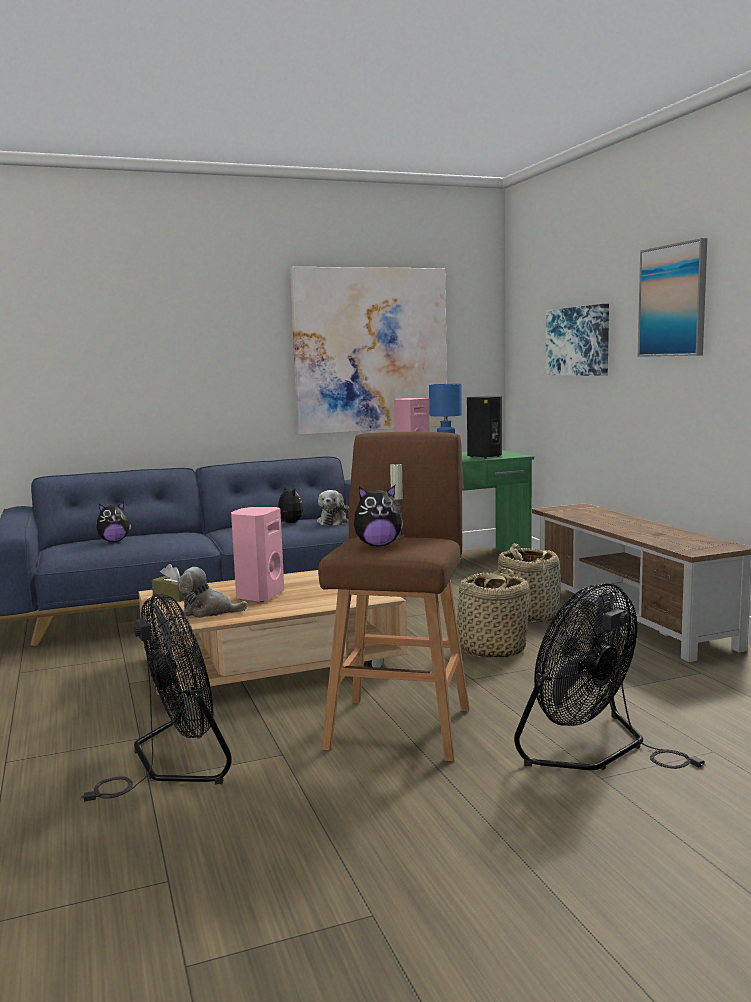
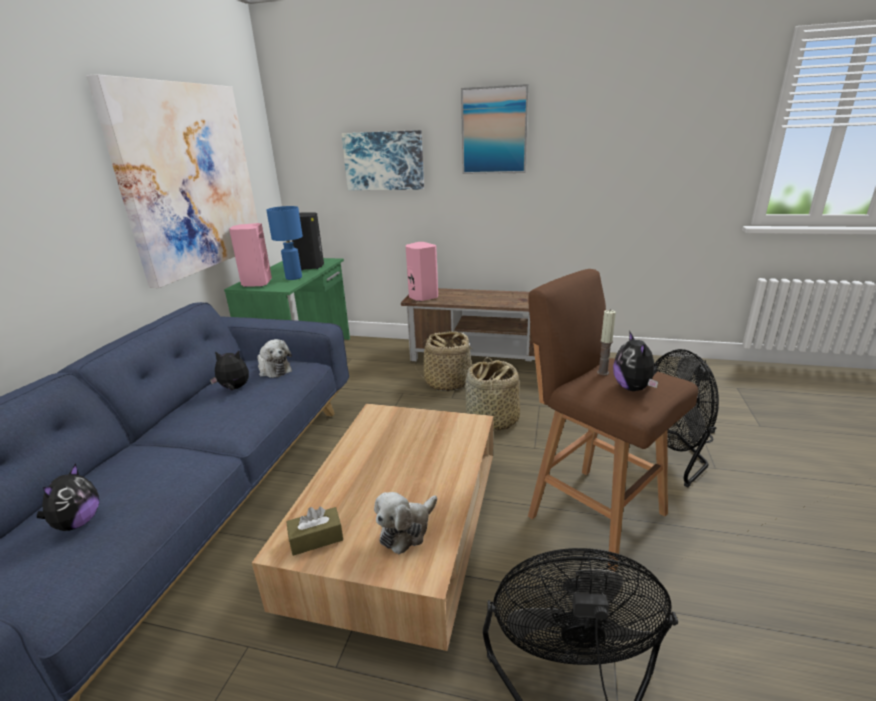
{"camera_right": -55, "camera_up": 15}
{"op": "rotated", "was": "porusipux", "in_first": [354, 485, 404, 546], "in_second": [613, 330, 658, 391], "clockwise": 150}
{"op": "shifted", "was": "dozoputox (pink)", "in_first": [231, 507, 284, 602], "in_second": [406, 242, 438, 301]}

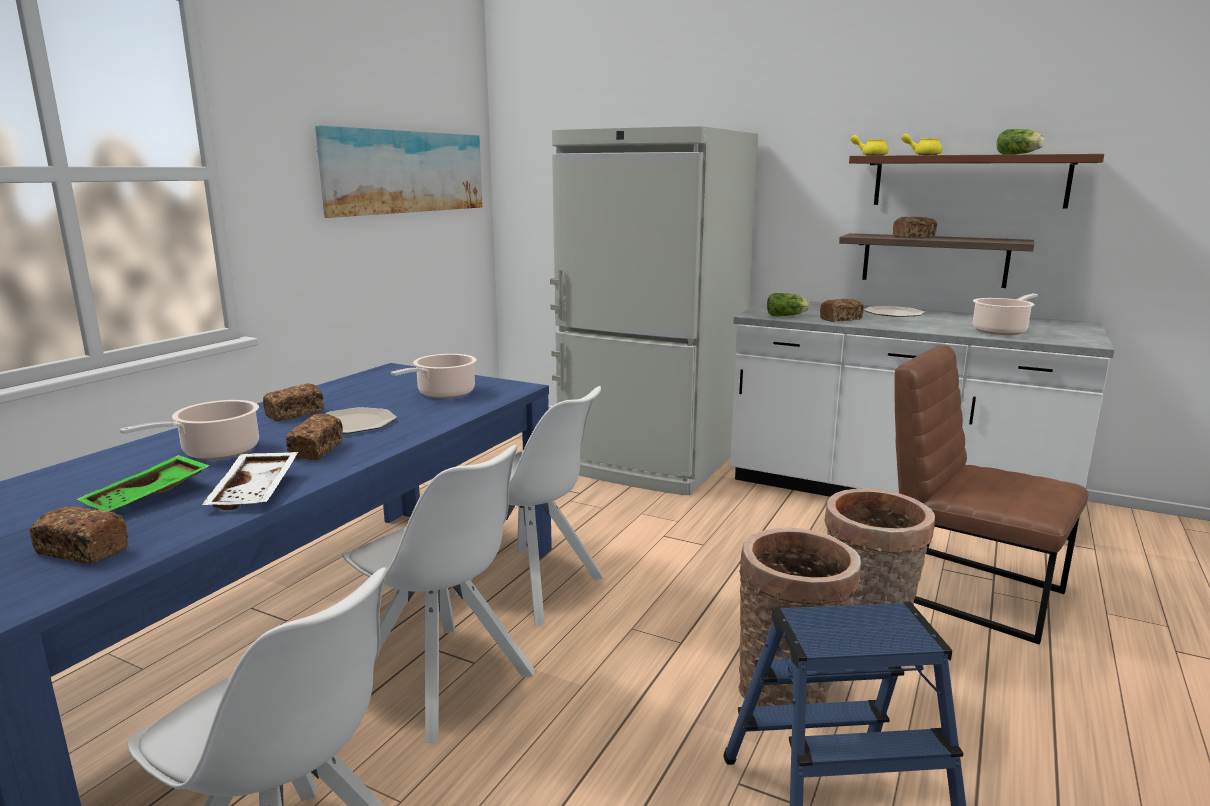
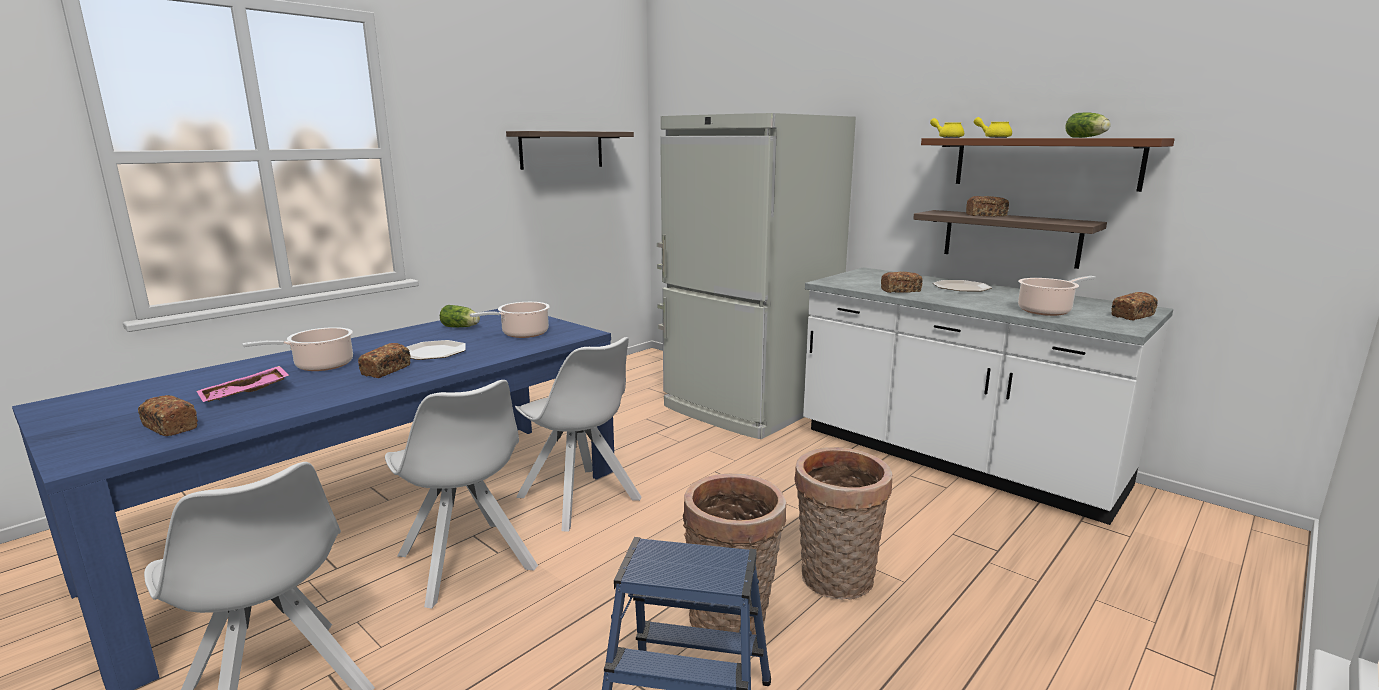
{"camera_right": 15, "camera_up": 0}
{"op": "swapped", "was": "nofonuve", "now": "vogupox", "in_first": [315, 125, 482, 218], "in_second": [506, 131, 634, 170]}
{"op": "shifted", "was": "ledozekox", "in_first": [767, 293, 809, 316], "in_second": [440, 305, 480, 327]}
{"op": "gone", "was": "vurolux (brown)", "in_first": [895, 345, 1089, 644]}
{"op": "shifted", "was": "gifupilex", "in_first": [263, 383, 324, 422], "in_second": [1111, 292, 1158, 321]}
{"op": "gone", "was": "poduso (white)", "in_first": [202, 452, 298, 510]}
{"op": "repainted", "was": "poduso (green)", "now": "poduso (pink)", "in_first": [76, 455, 210, 512], "in_second": [196, 366, 289, 402]}

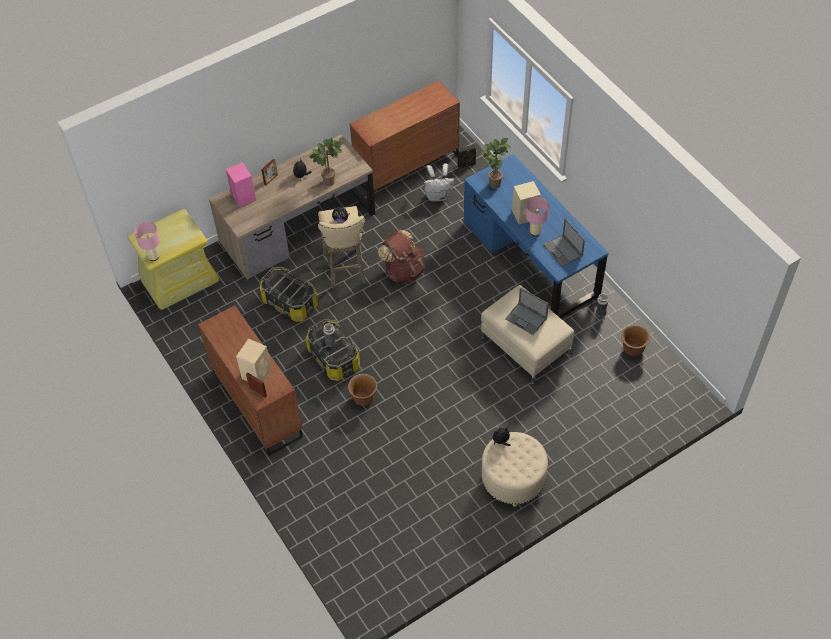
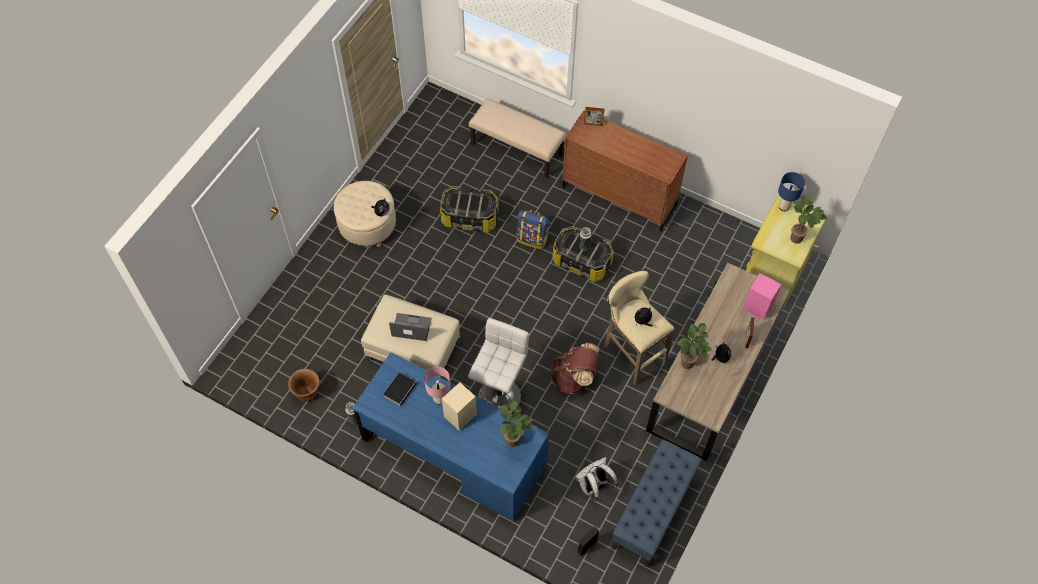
{"camera_right": 150, "camera_up": 5}
{"op": "swapped", "was": "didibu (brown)", "now": "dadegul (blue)", "in_first": [350, 81, 460, 190], "in_second": [611, 439, 702, 567]}
{"op": "swapped", "was": "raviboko", "now": "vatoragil", "in_first": [543, 218, 585, 267], "in_second": [383, 372, 418, 406]}
{"op": "repainted", "was": "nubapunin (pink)", "now": "nubapunin (blue)", "in_first": [134, 222, 160, 261], "in_second": [778, 172, 805, 211]}
{"op": "shifted", "was": "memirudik", "in_first": [260, 267, 318, 322], "in_second": [440, 186, 499, 232]}
{"op": "gone", "was": "dozoputox (beige)", "in_first": [236, 339, 271, 381]}
{"op": "swapped", "was": "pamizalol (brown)", "now": "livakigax", "in_first": [348, 374, 377, 406], "in_second": [517, 210, 548, 249]}
{"op": "new", "now": "dadegul (beige)", "in_second": [469, 98, 566, 178]}
{"op": "new", "now": "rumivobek", "in_second": [790, 194, 827, 244]}
{"op": "new", "now": "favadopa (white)", "in_second": [468, 318, 529, 413]}

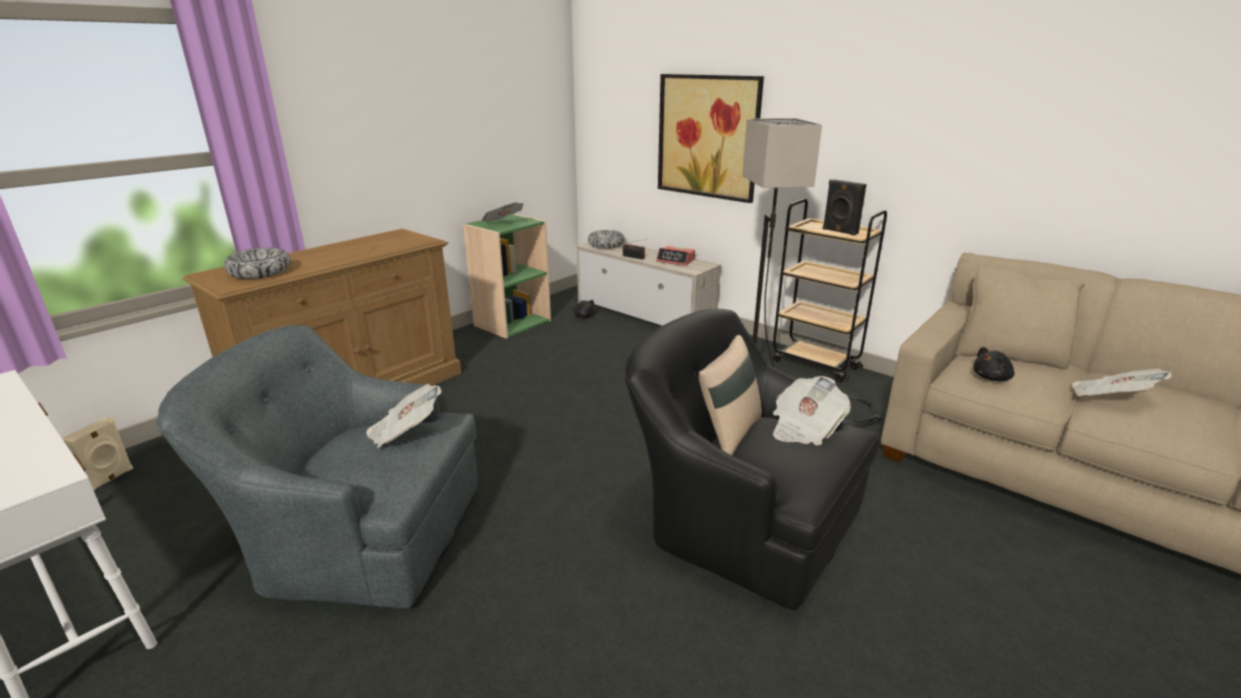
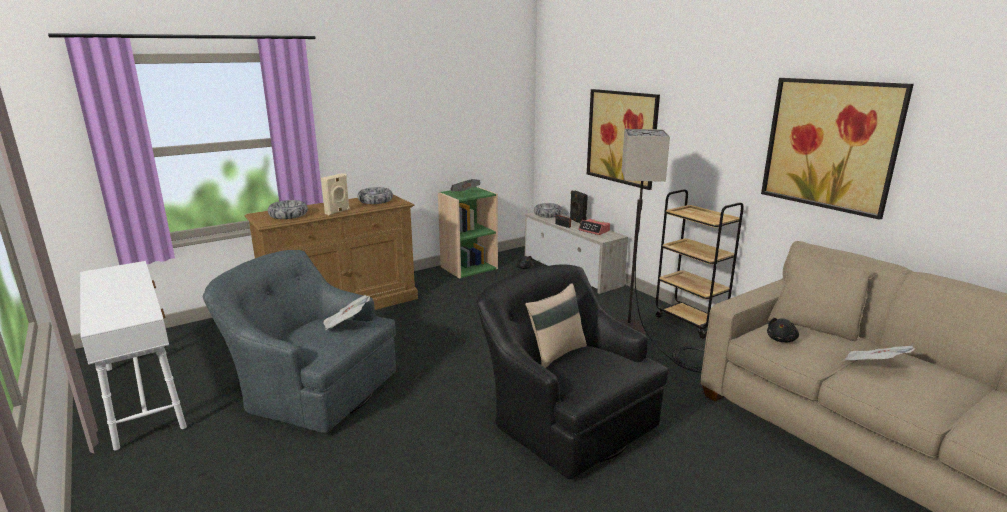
{"camera_right": 15, "camera_up": -5}
{"op": "shifted", "was": "dozoputox (black)", "in_first": [823, 179, 866, 236], "in_second": [570, 190, 588, 223]}
{"op": "rotated", "was": "porusipux (black)", "in_first": [973, 347, 1014, 381], "in_second": [767, 318, 799, 342], "clockwise": -45}
{"op": "gone", "was": "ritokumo", "in_first": [773, 376, 851, 446]}
{"op": "shifted", "was": "dozoputox (beige)", "in_first": [62, 417, 133, 491], "in_second": [321, 173, 350, 215]}
{"op": "new", "now": "nofonuve", "in_second": [761, 78, 914, 220]}
{"op": "new", "now": "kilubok", "in_second": [358, 187, 393, 204]}

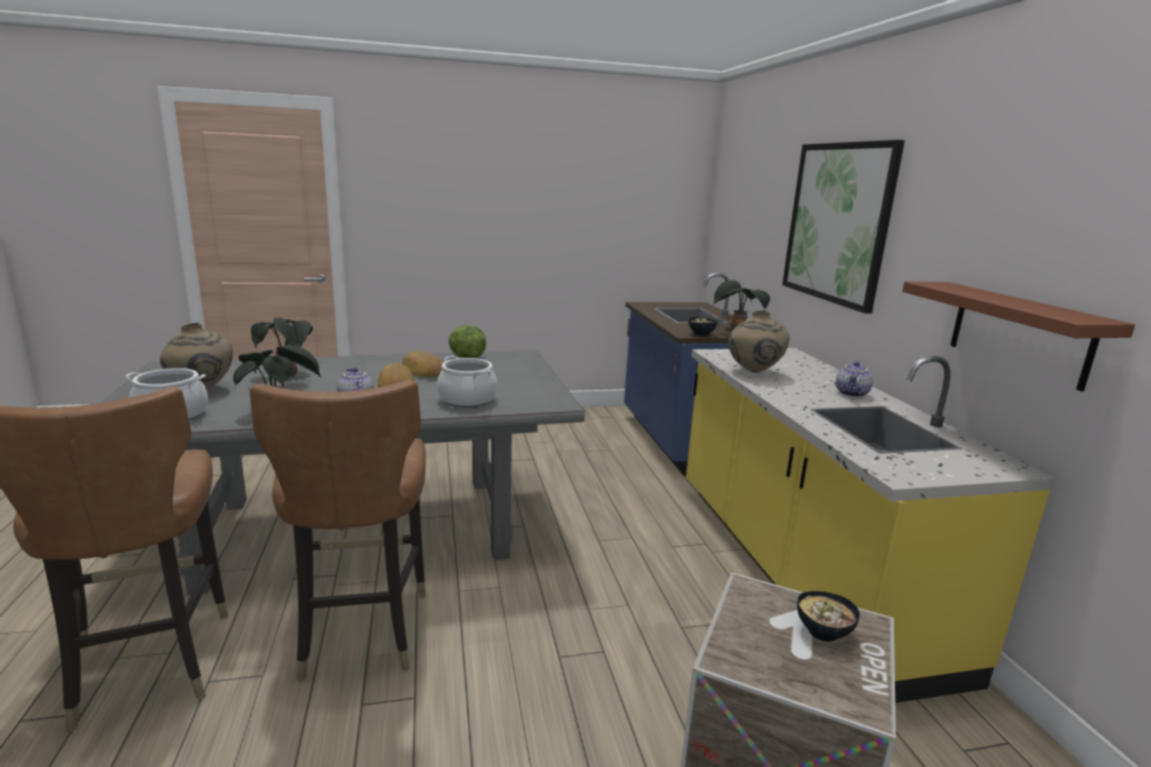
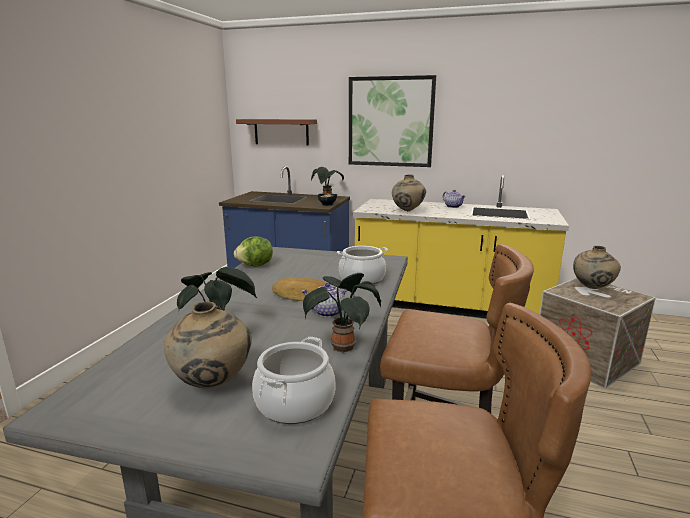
{"camera_right": -60, "camera_up": 0}
{"op": "shifted", "was": "vogupox (brown)", "in_first": [902, 282, 1135, 391], "in_second": [236, 119, 317, 145]}
{"op": "gone", "was": "gifupilex", "in_first": [402, 351, 444, 377]}
{"op": "swapped", "was": "kilubok", "now": "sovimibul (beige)", "in_first": [797, 591, 860, 642], "in_second": [573, 246, 621, 289]}

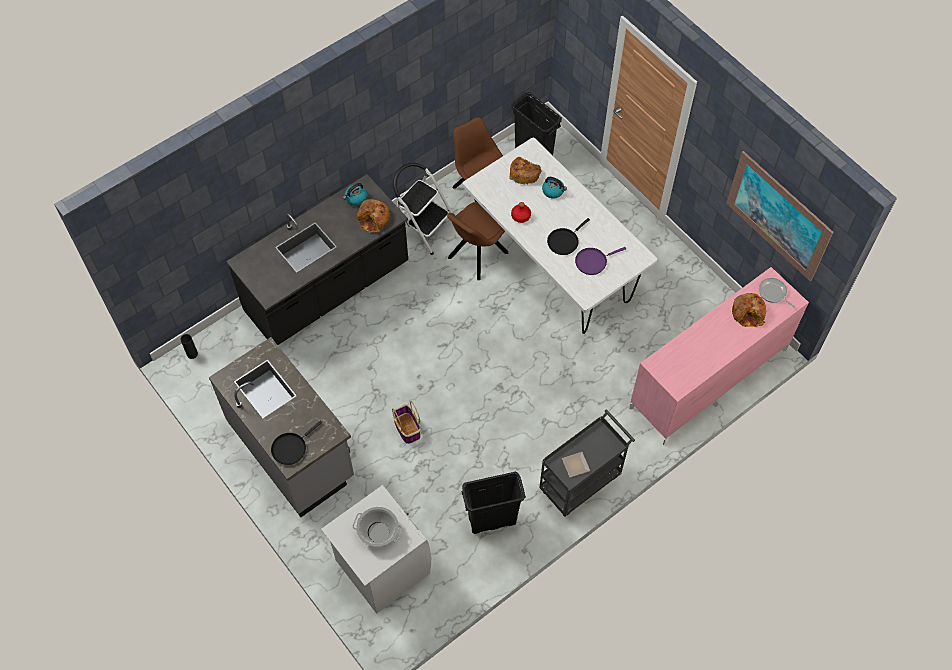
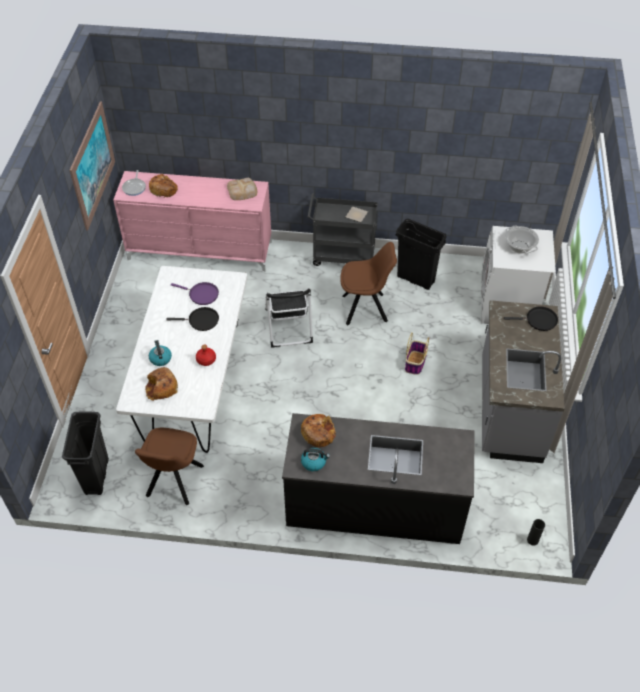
{"camera_right": -135, "camera_up": -10}
{"op": "shifted", "was": "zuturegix", "in_first": [393, 163, 452, 255], "in_second": [265, 288, 313, 348]}
{"op": "shifted", "was": "vurolux (brown)", "in_first": [447, 202, 508, 280], "in_second": [340, 242, 397, 325]}
{"op": "new", "now": "gifupilex", "in_second": [227, 178, 257, 200]}

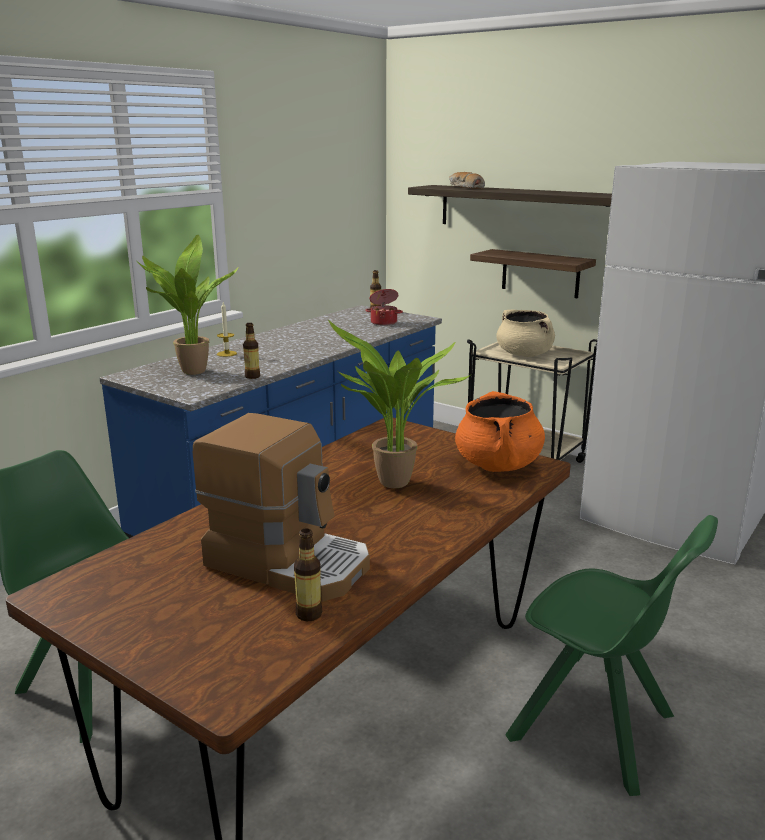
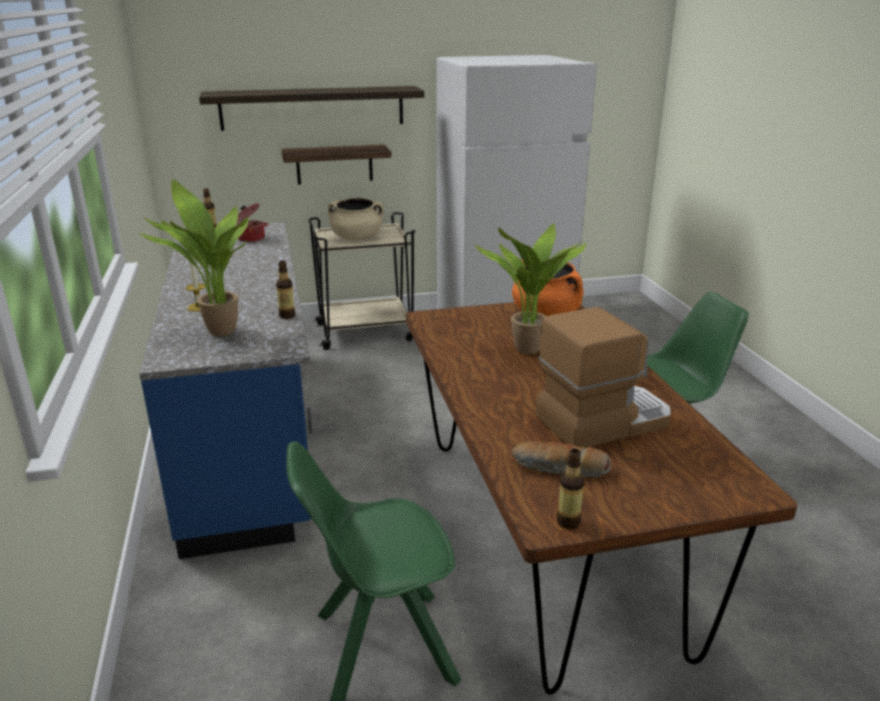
{"camera_right": -50, "camera_up": 5}
{"op": "shifted", "was": "gifupilex", "in_first": [449, 172, 485, 189], "in_second": [512, 441, 611, 478]}
{"op": "shifted", "was": "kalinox", "in_first": [294, 528, 322, 621], "in_second": [557, 449, 584, 529]}

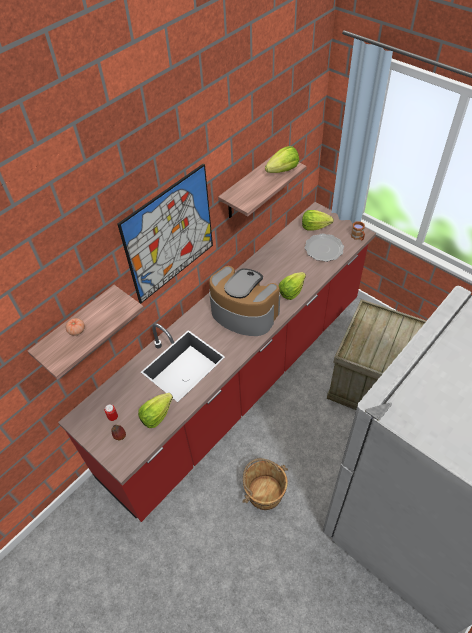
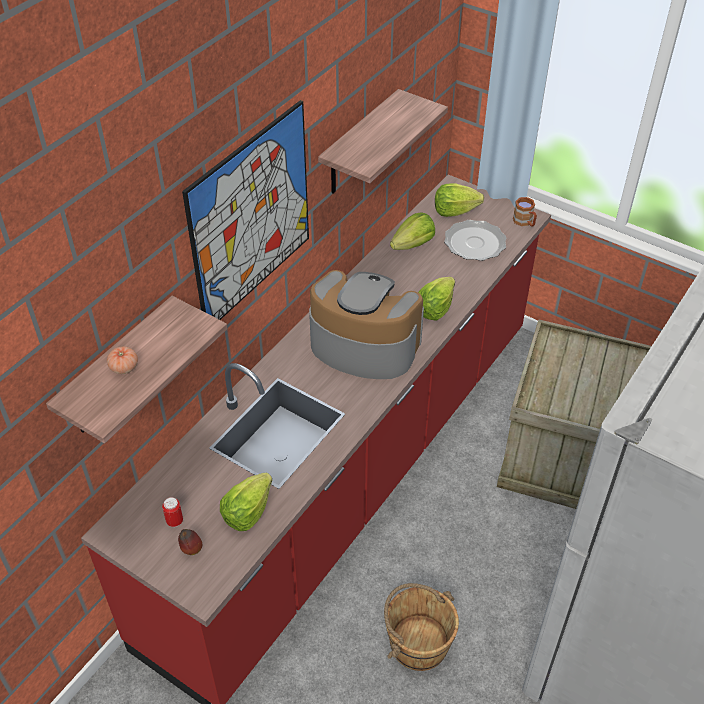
{"camera_right": -10, "camera_up": -5}
{"op": "shifted", "was": "ledozekox", "in_first": [265, 146, 299, 173], "in_second": [390, 212, 435, 250]}

